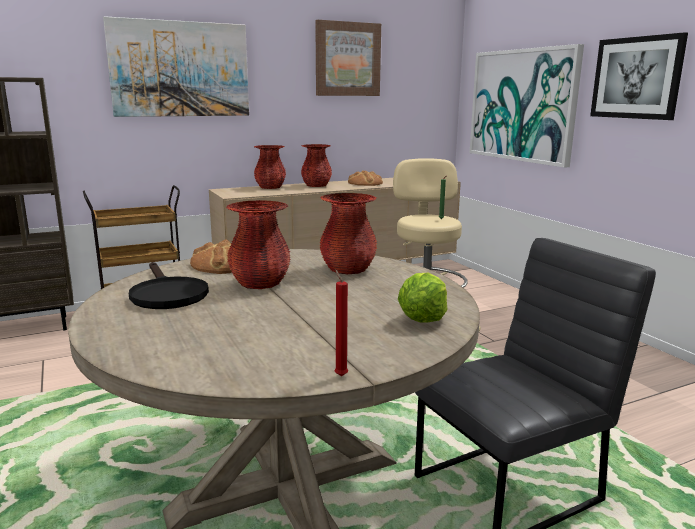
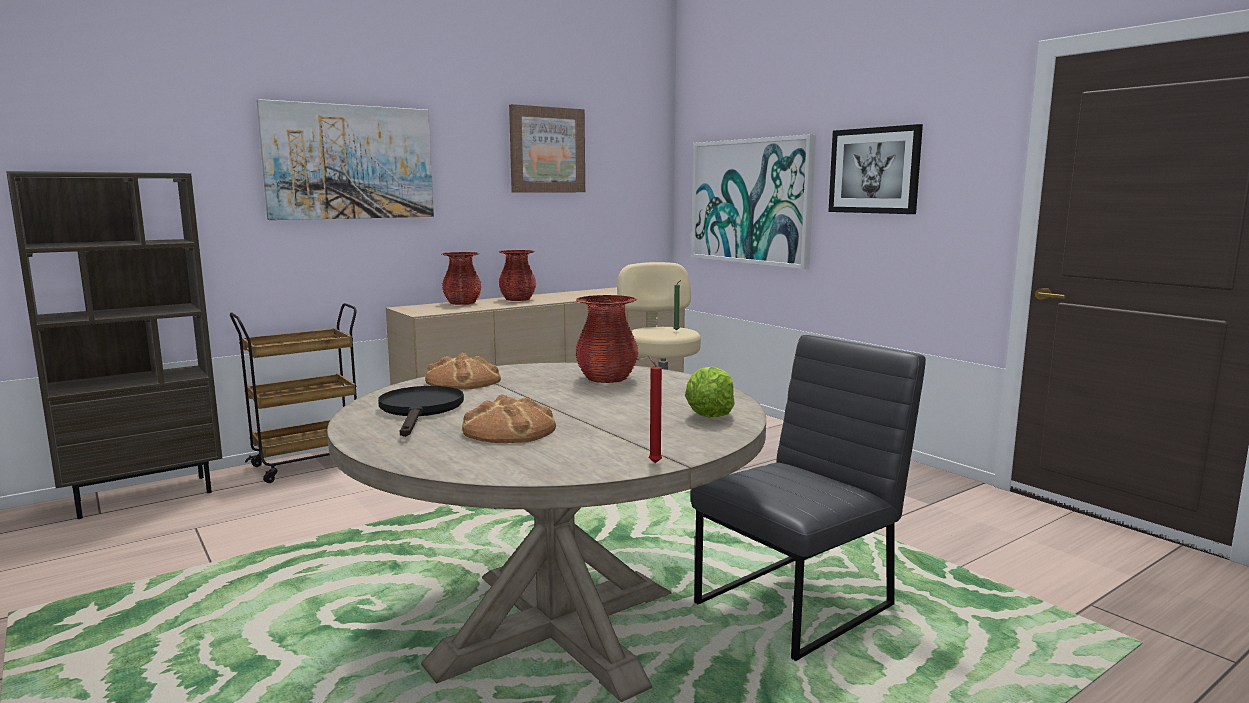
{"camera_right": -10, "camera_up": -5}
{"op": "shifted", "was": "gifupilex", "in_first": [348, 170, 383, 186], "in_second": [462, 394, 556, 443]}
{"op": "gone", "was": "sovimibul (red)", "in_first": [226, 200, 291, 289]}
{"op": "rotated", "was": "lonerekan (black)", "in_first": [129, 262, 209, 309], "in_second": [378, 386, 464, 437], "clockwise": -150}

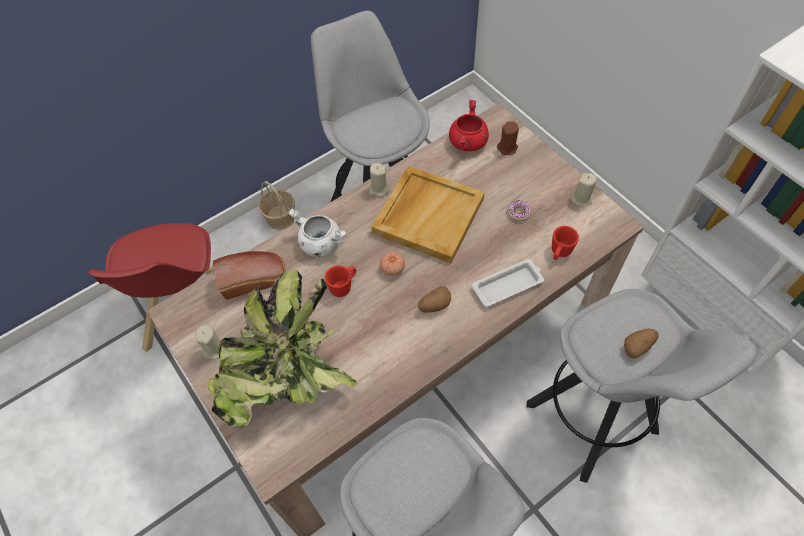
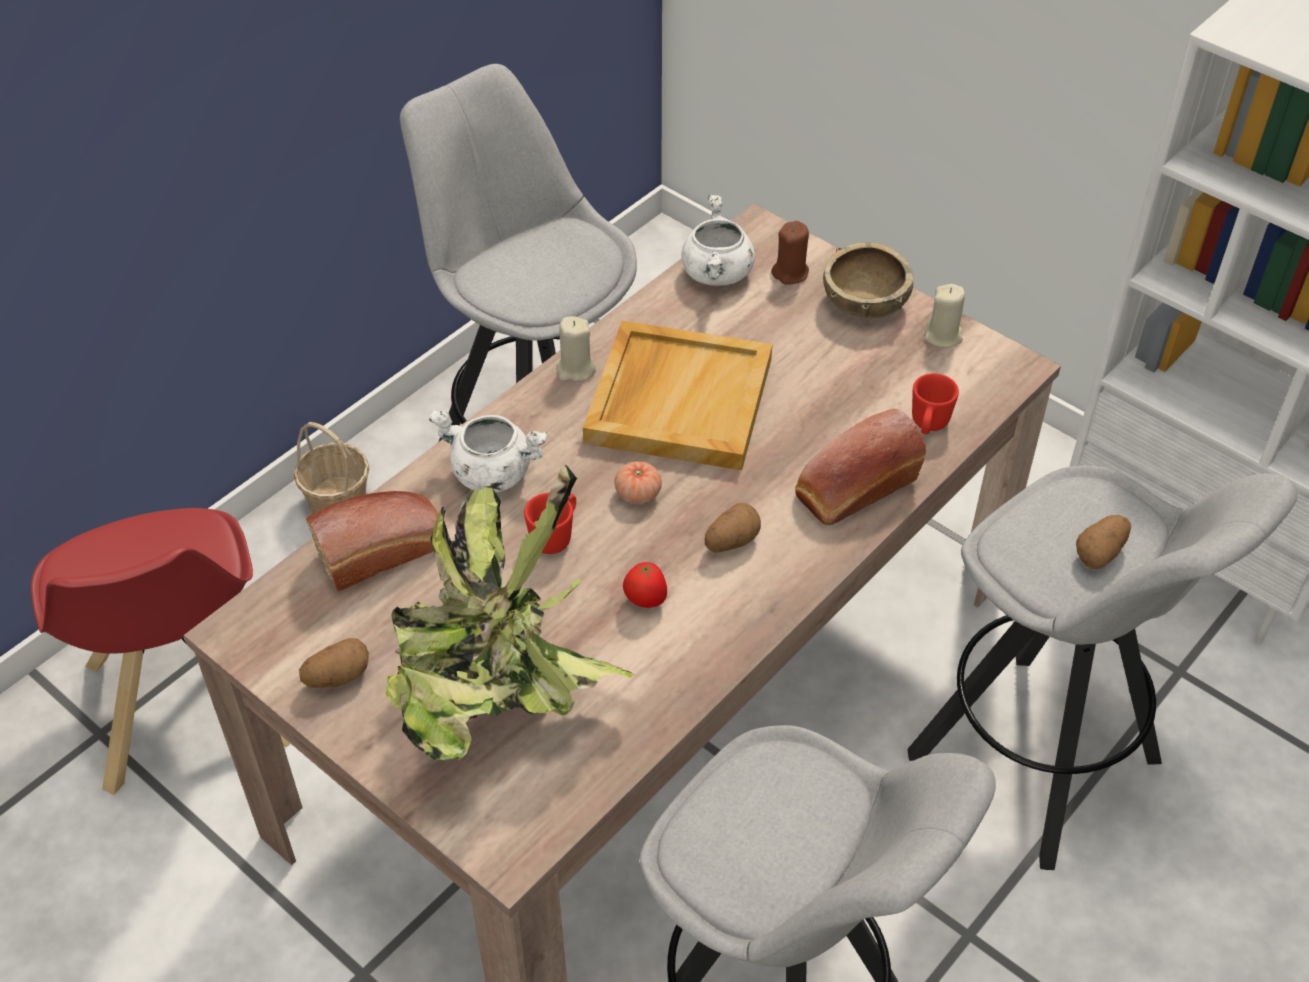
{"camera_right": -15, "camera_up": -10}
{"op": "repainted", "was": "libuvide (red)", "now": "libuvide (white)", "in_first": [449, 100, 489, 151], "in_second": [681, 195, 755, 286]}
{"op": "gone", "was": "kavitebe", "in_first": [507, 200, 532, 221]}
{"op": "swapped", "was": "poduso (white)", "now": "gifupilex", "in_first": [471, 259, 544, 307], "in_second": [795, 409, 926, 525]}
{"op": "swapped", "was": "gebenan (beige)", "now": "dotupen", "in_first": [195, 325, 222, 360], "in_second": [299, 638, 369, 688]}
{"op": "new", "now": "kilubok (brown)", "in_second": [823, 243, 913, 318]}
{"op": "new", "now": "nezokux", "in_second": [623, 562, 667, 608]}

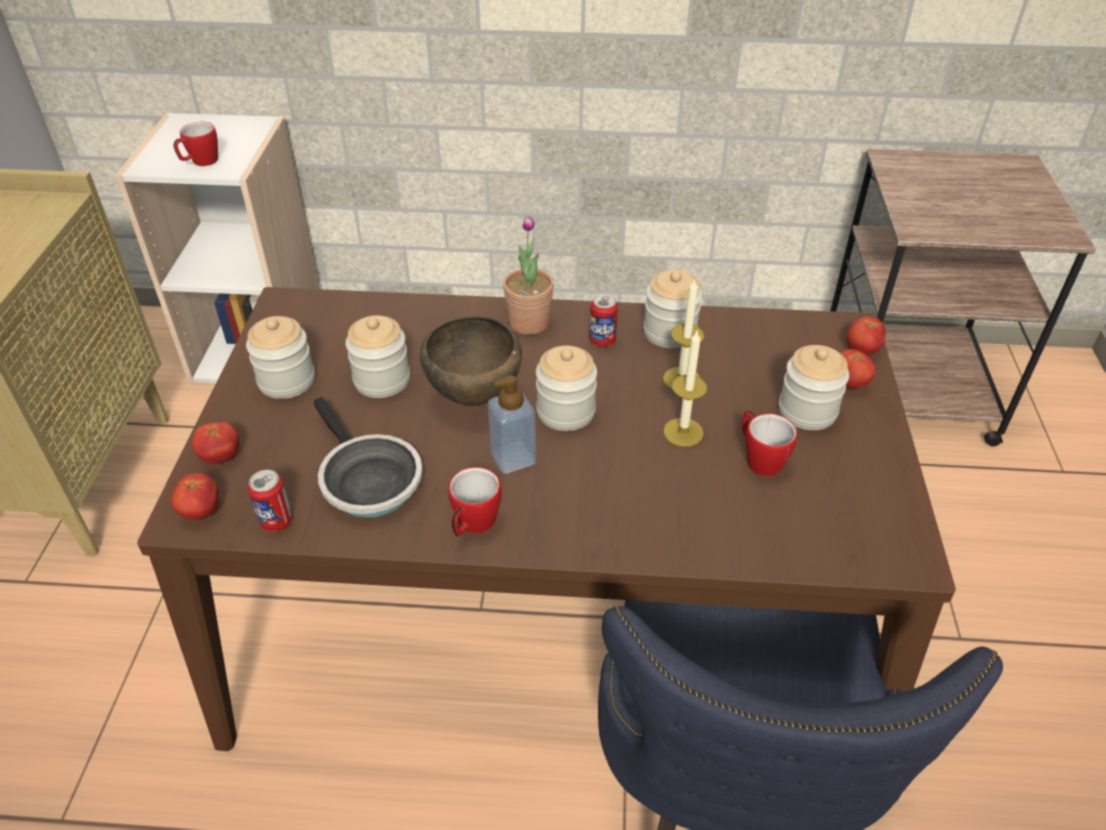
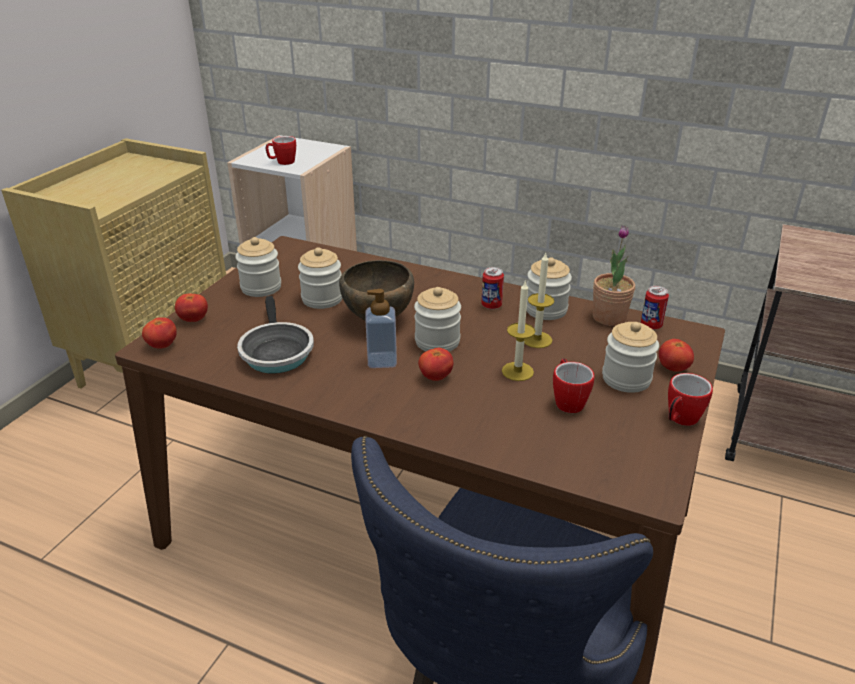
{"camera_right": 20, "camera_up": -10}
{"op": "shifted", "was": "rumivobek", "in_first": [503, 215, 554, 335], "in_second": [593, 225, 635, 326]}
{"op": "shifted", "was": "nezokux", "in_first": [846, 317, 886, 355], "in_second": [418, 348, 453, 381]}
{"op": "shifted", "was": "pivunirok", "in_first": [448, 467, 501, 536], "in_second": [668, 373, 713, 426]}
{"op": "shifted", "was": "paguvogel", "in_first": [248, 470, 292, 532], "in_second": [641, 286, 669, 330]}

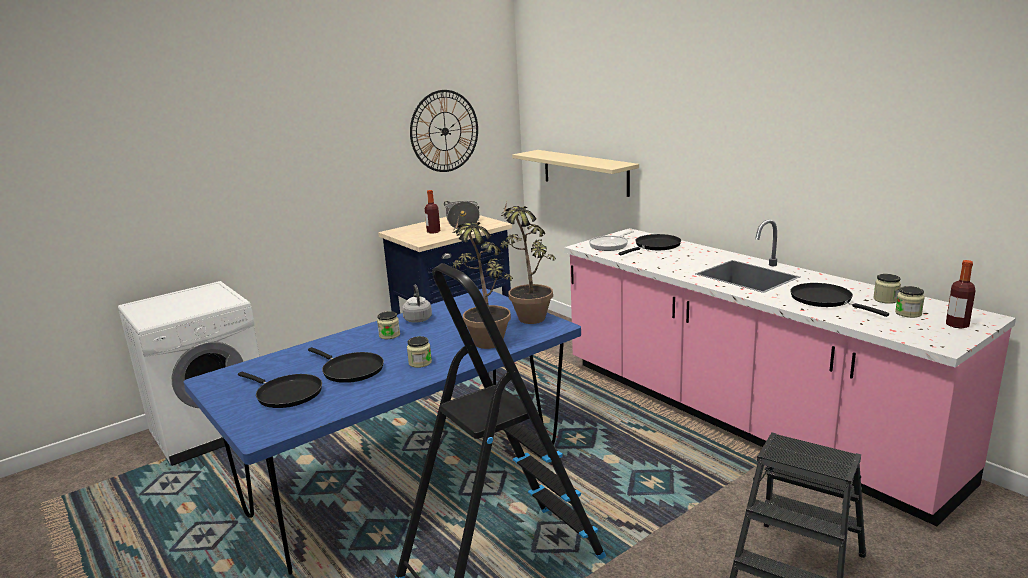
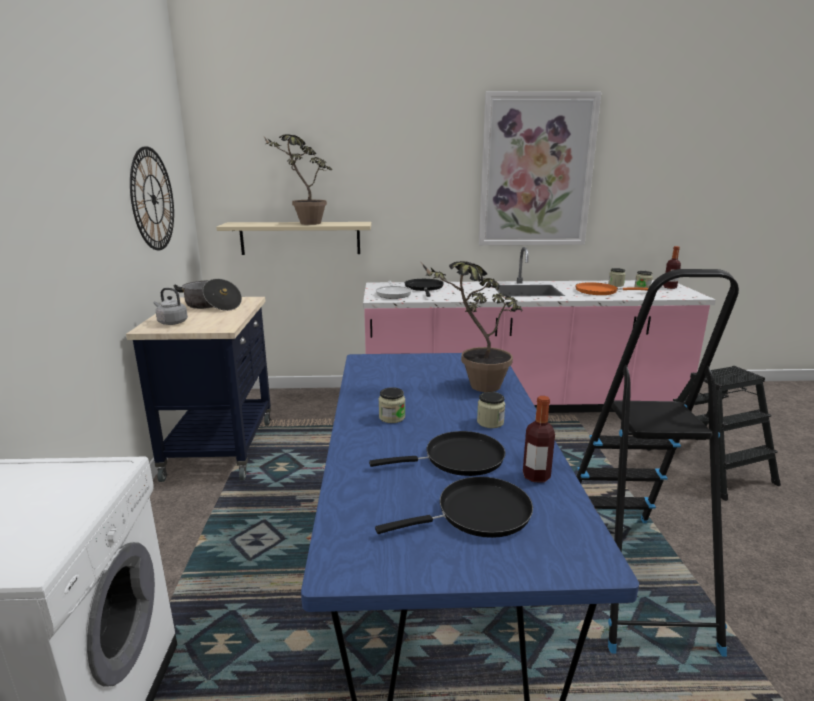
{"camera_right": -55, "camera_up": 0}
{"op": "shifted", "was": "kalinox", "in_first": [425, 190, 440, 233], "in_second": [523, 396, 555, 482]}
{"op": "shifted", "was": "rumivobek", "in_first": [500, 202, 556, 324], "in_second": [264, 134, 332, 225]}
{"op": "repainted", "was": "lonerekan (black)", "now": "lonerekan (orange)", "in_first": [790, 283, 889, 317], "in_second": [575, 282, 648, 295]}
{"op": "shifted", "was": "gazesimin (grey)", "in_first": [402, 285, 432, 323], "in_second": [154, 288, 188, 325]}
{"op": "new", "now": "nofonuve", "in_second": [479, 91, 601, 245]}

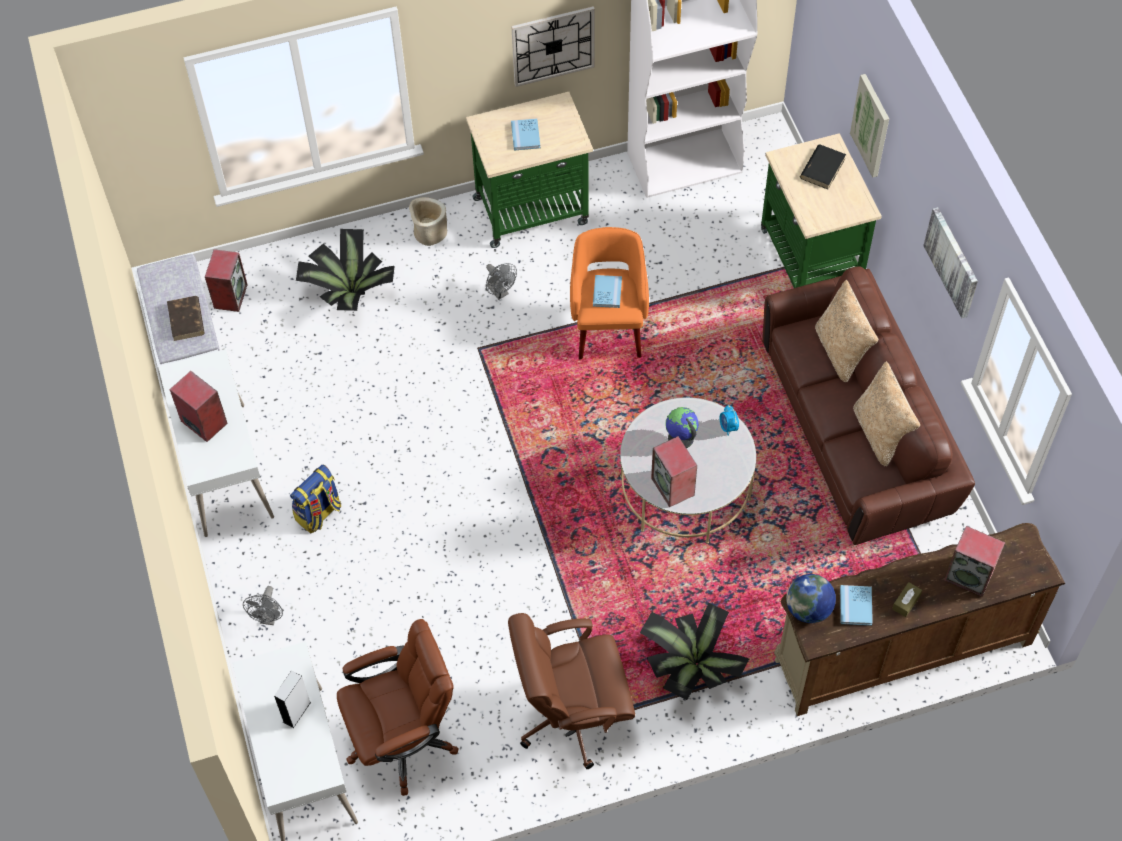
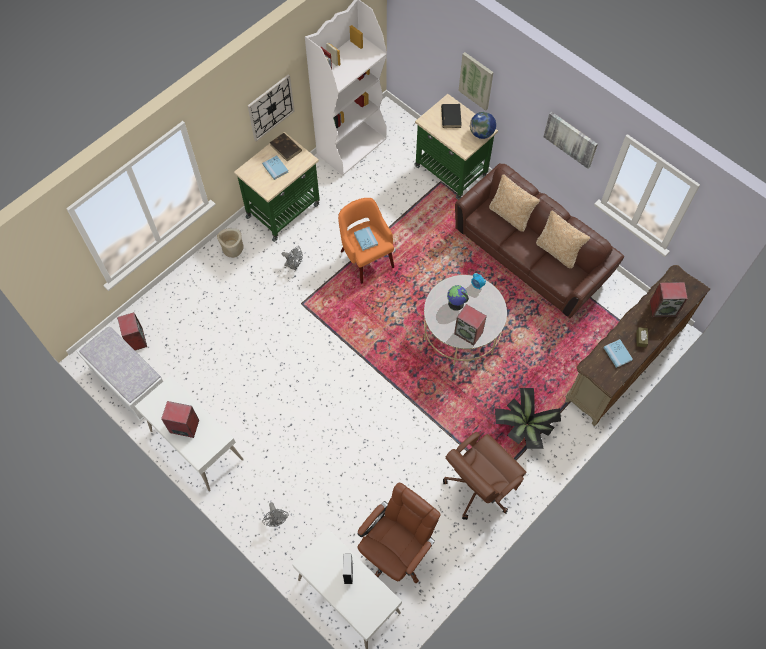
{"camera_right": -30, "camera_up": 5}
{"op": "gone", "was": "rumivobek", "in_first": [296, 229, 394, 311]}
{"op": "shifted", "was": "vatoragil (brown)", "in_first": [167, 296, 205, 341], "in_second": [269, 133, 302, 162]}
{"op": "gone", "was": "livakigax", "in_first": [290, 465, 341, 533]}
{"op": "shifted", "was": "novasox", "in_first": [786, 574, 836, 623], "in_second": [470, 112, 496, 139]}

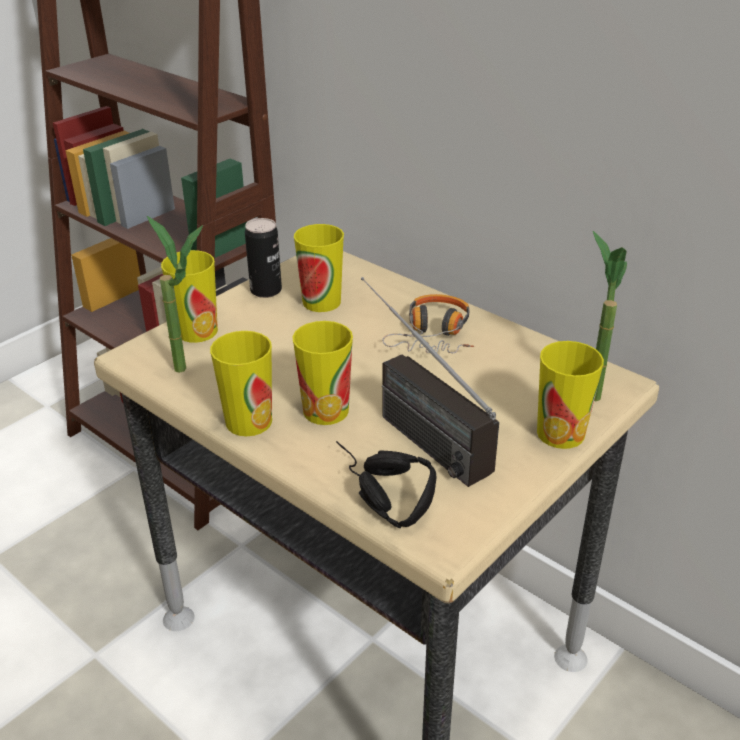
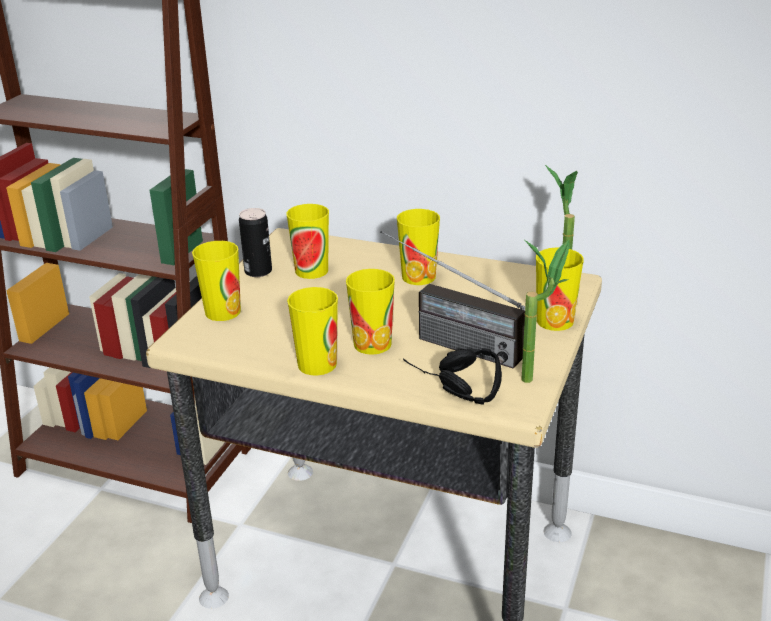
{"camera_right": -20, "camera_up": -5}
{"op": "shifted", "was": "rumivobek", "in_first": [147, 216, 203, 373], "in_second": [521, 240, 569, 383]}
{"op": "swapped", "was": "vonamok", "now": "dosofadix", "in_first": [382, 294, 474, 353], "in_second": [397, 209, 440, 285]}

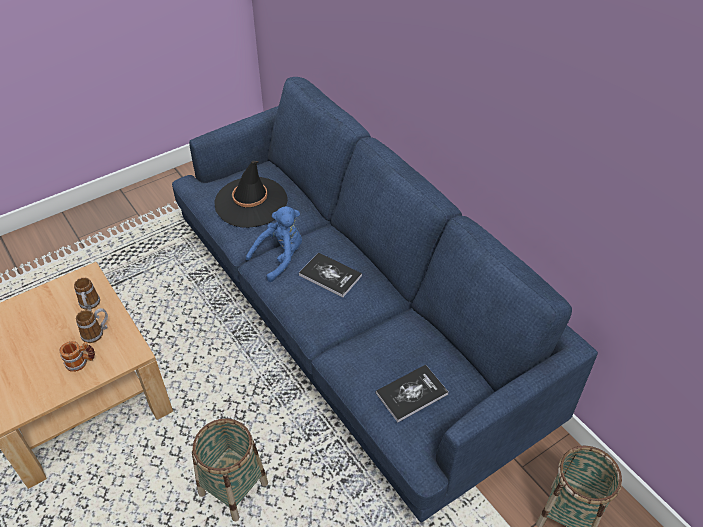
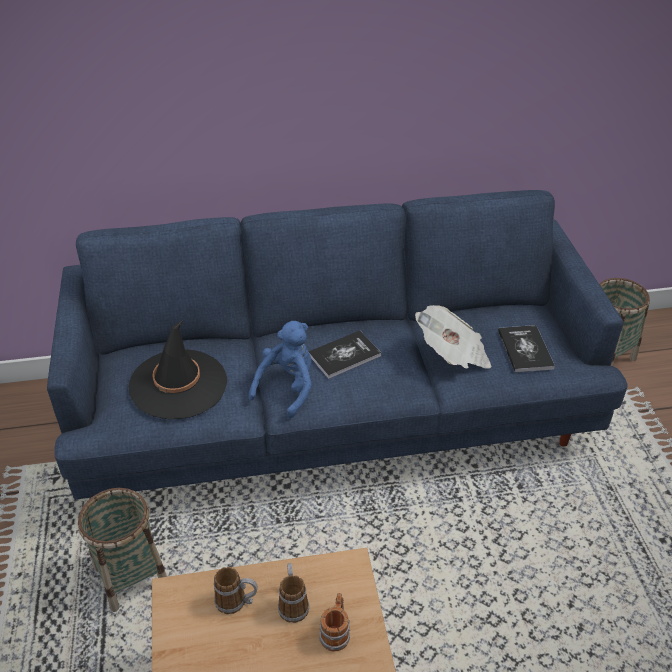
{"camera_right": -65, "camera_up": -5}
{"op": "rotated", "was": "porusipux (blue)", "in_first": [246, 206, 302, 282], "in_second": [248, 321, 312, 418], "clockwise": 45}
{"op": "shifted", "was": "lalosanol", "in_first": [192, 418, 268, 521], "in_second": [78, 488, 167, 612]}
{"op": "new", "now": "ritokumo", "in_second": [415, 305, 492, 369]}

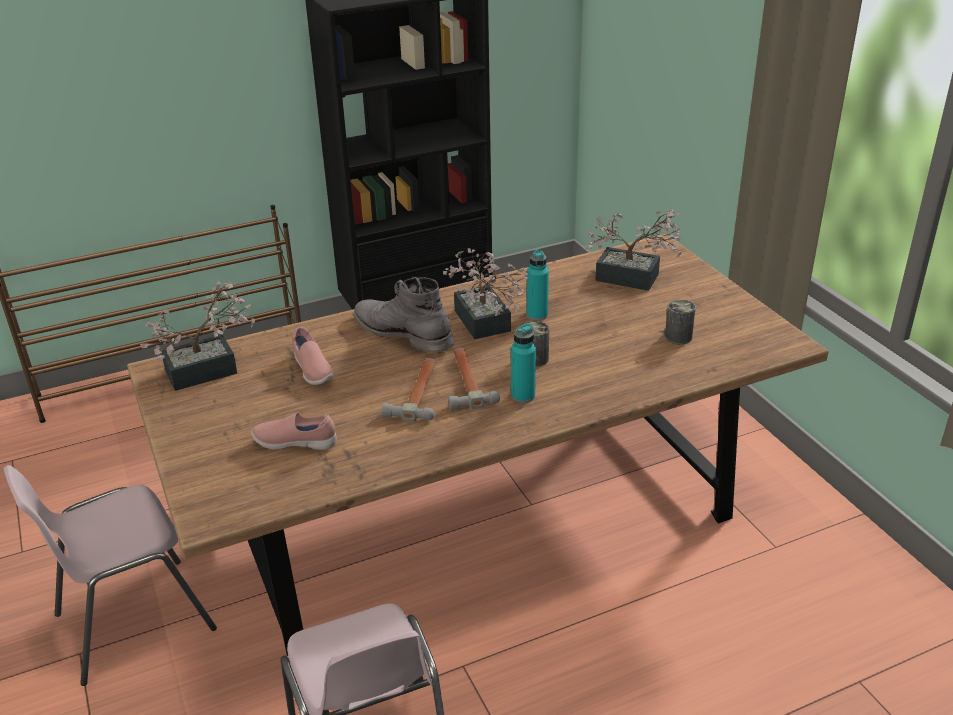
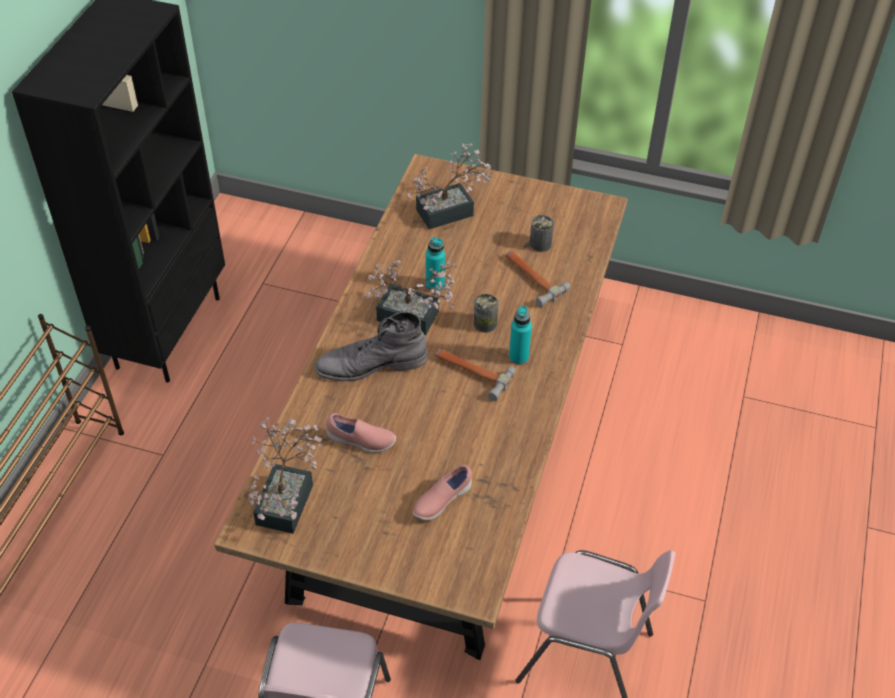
{"camera_right": -50, "camera_up": 15}
{"op": "shifted", "was": "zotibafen", "in_first": [382, 358, 436, 422], "in_second": [505, 251, 570, 307]}

